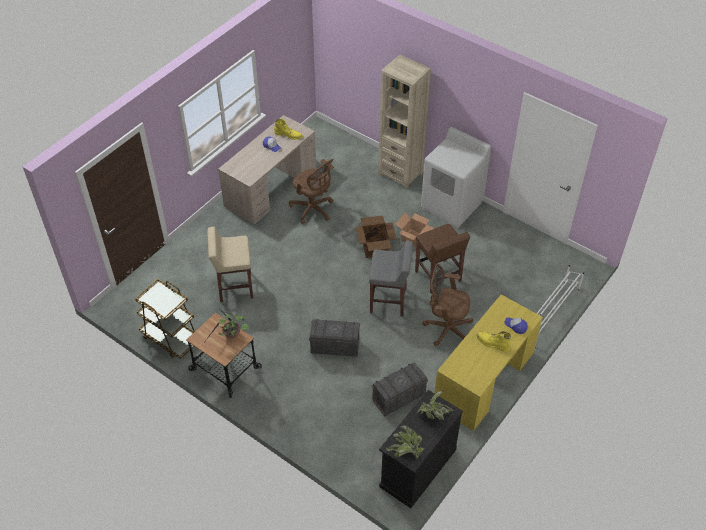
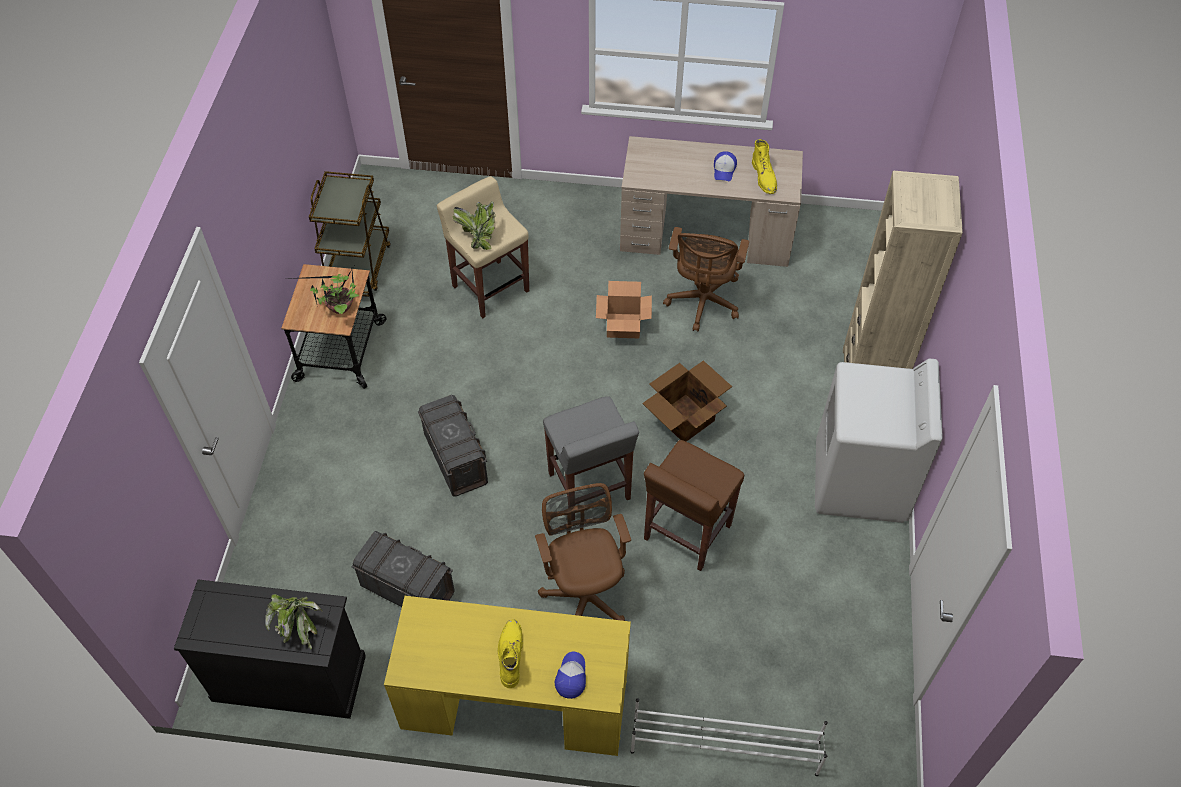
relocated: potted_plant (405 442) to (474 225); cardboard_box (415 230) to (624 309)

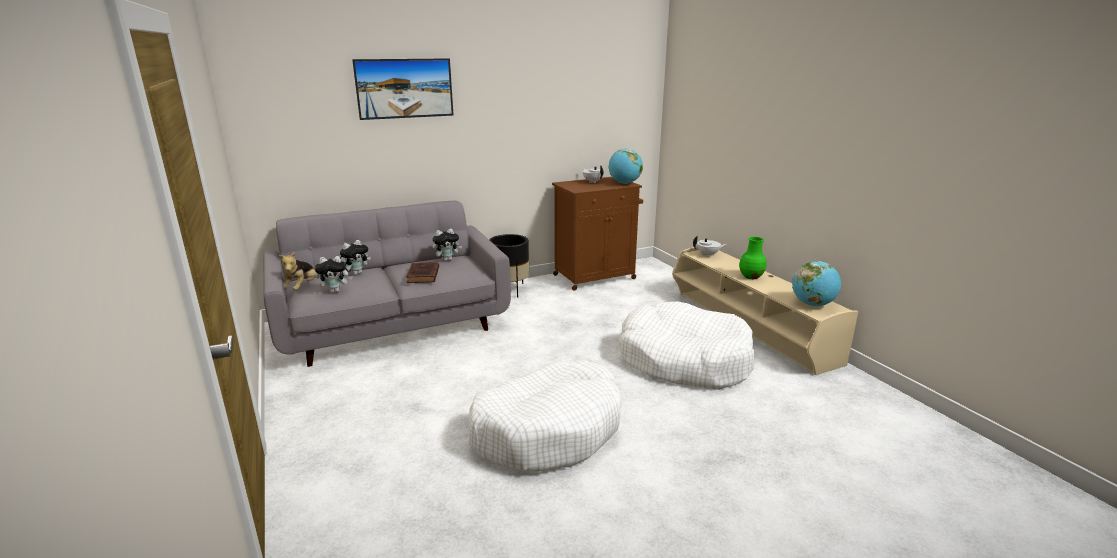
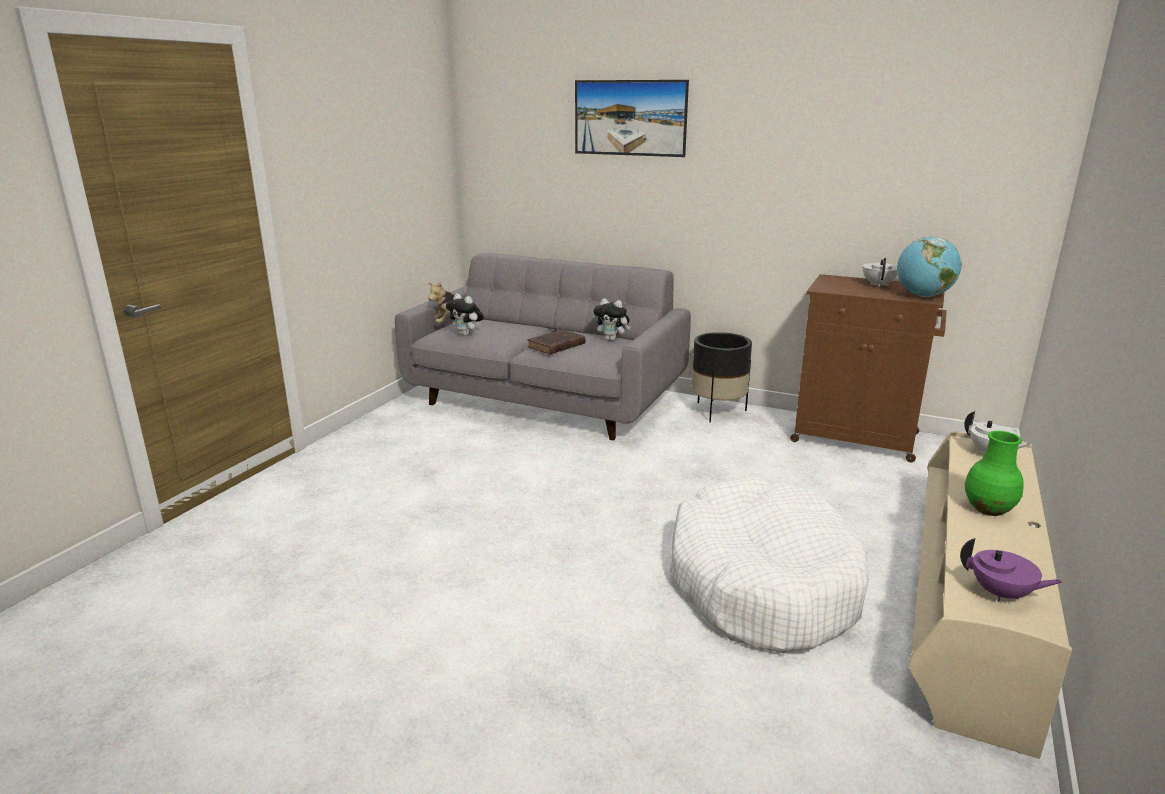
missing: plush_toy (355 257); white_dog_bed (545 416)
exchanged: globe (816 283) to purple_teapot (1011 570)

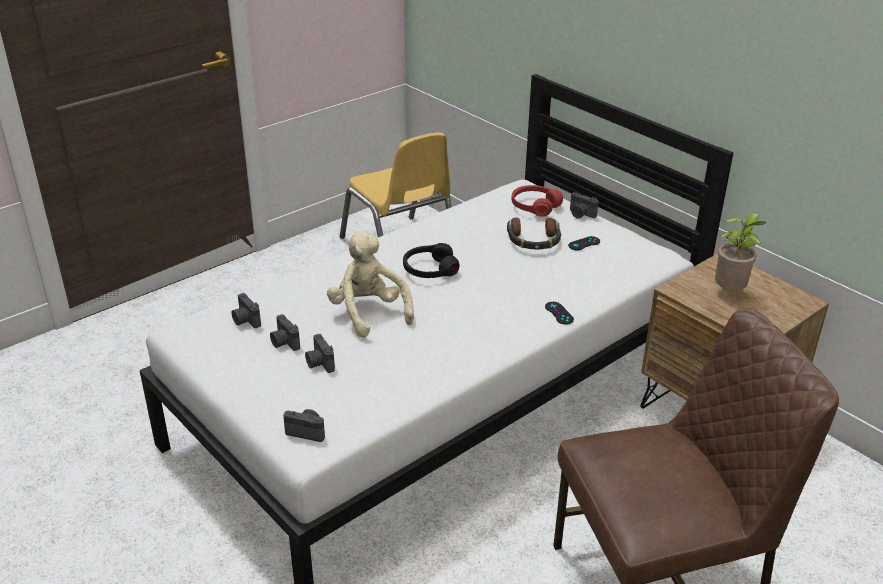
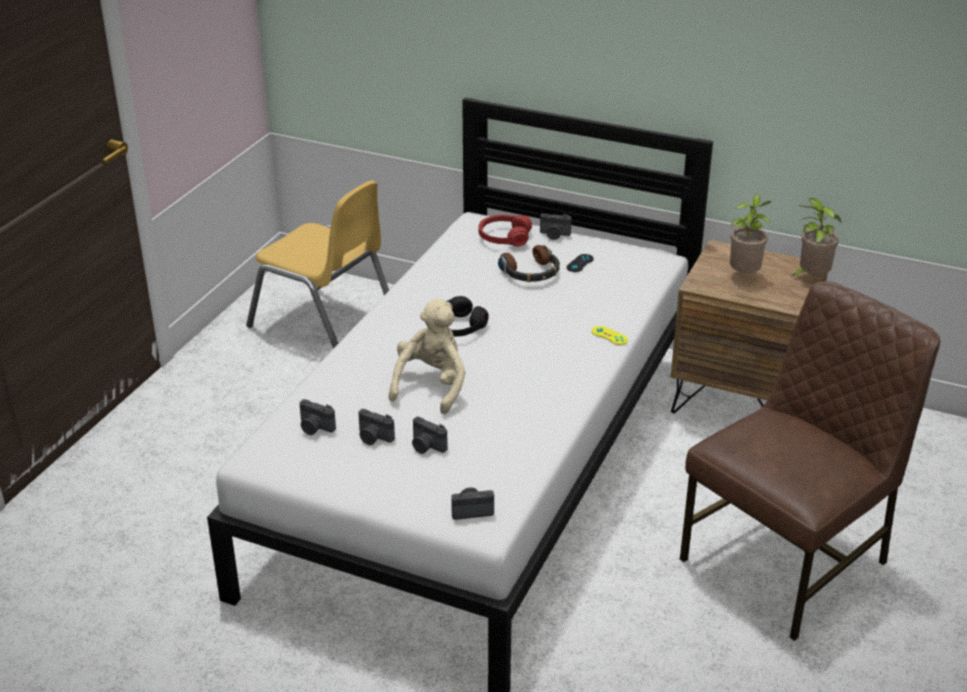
appeared: potted_plant (815 237)
colour: black_game_controller (559 313) to yellow_game_controller (610 335)
spun: beige_plush_toy (370 284) = (427 356) 75 degrees clockwise

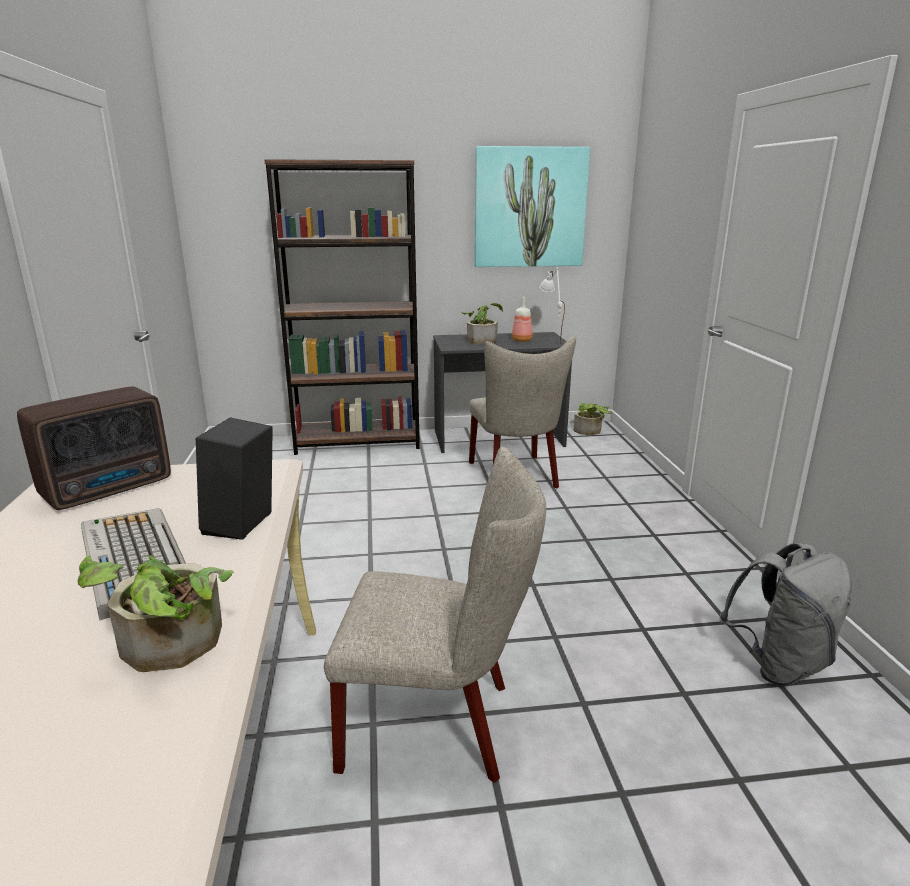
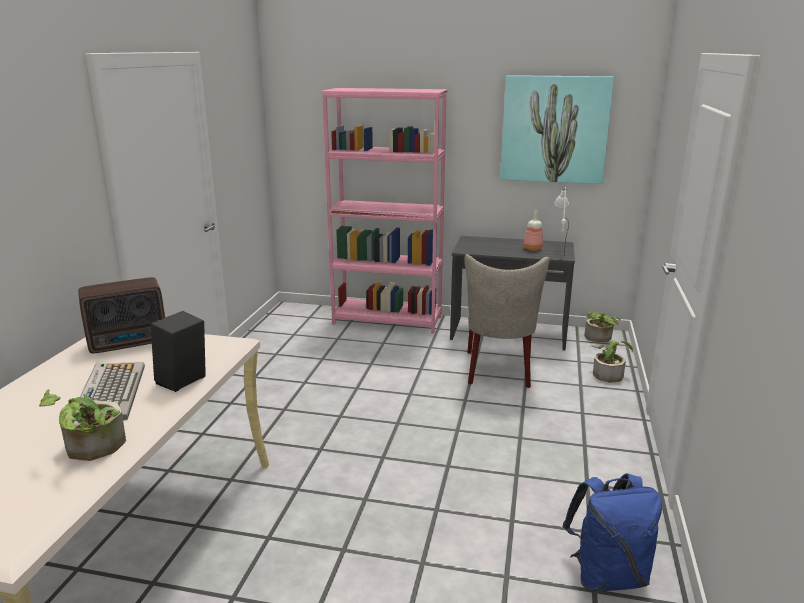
missing: beige_chair (435 614)
relocated: potted_plant (482 323) to (612 361)
colour: brown_bookcase (342 307) to pink_bookcase (384 210); grey_backpack (785 614) to blue_backpack (612 532)

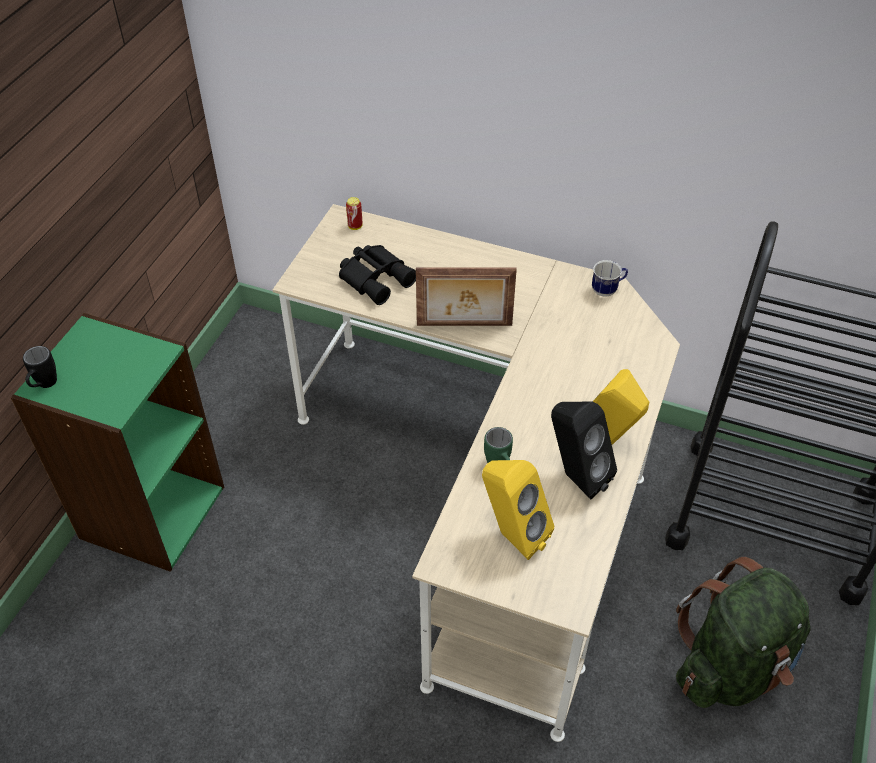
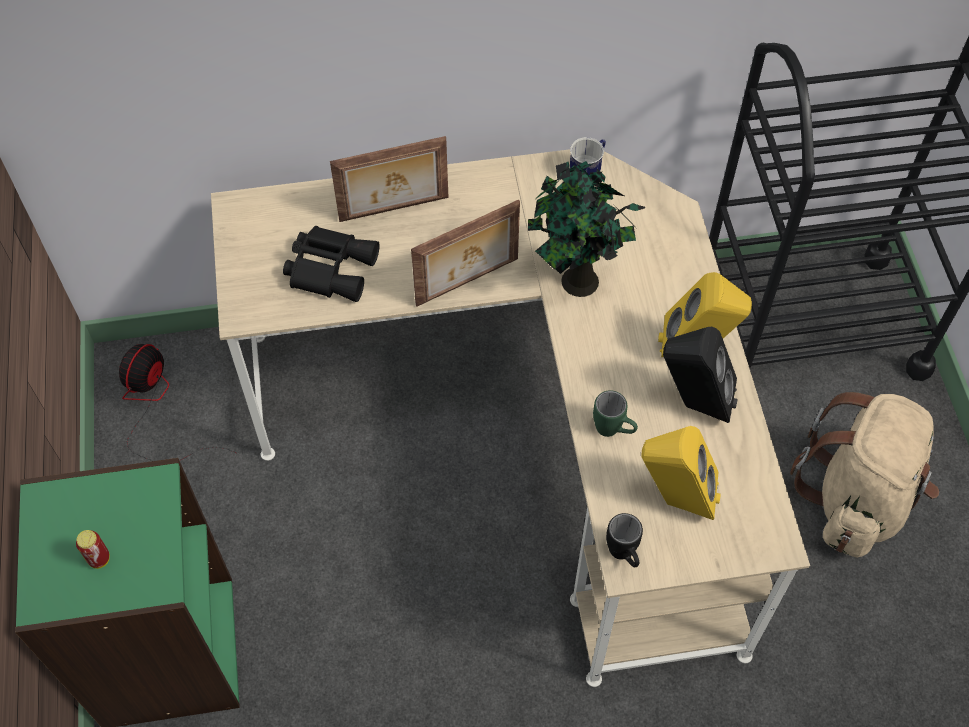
appeared: fan (177 402); picture_frame (389 179); potted_plant (586 229)
relocated: can (354 213) to (93 549); black_mug (40 367) to (624 540)
colour: green_backpack (743 632) to beige_backpack (864 474)

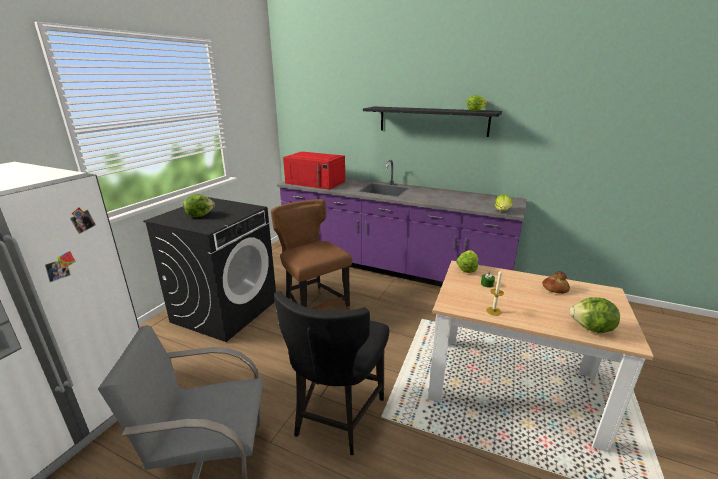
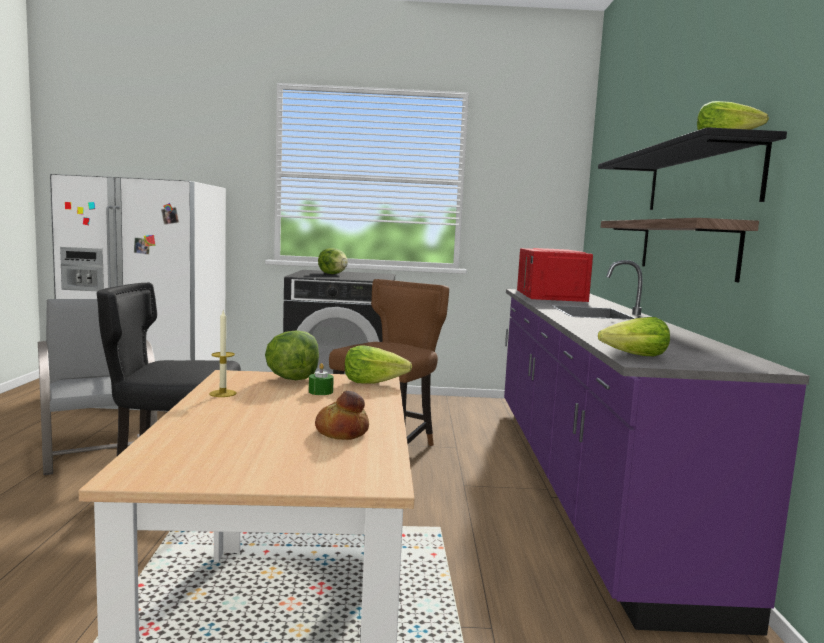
appeared: shelf (680 250)
relocated: lettuce (595 315) to (292 355)

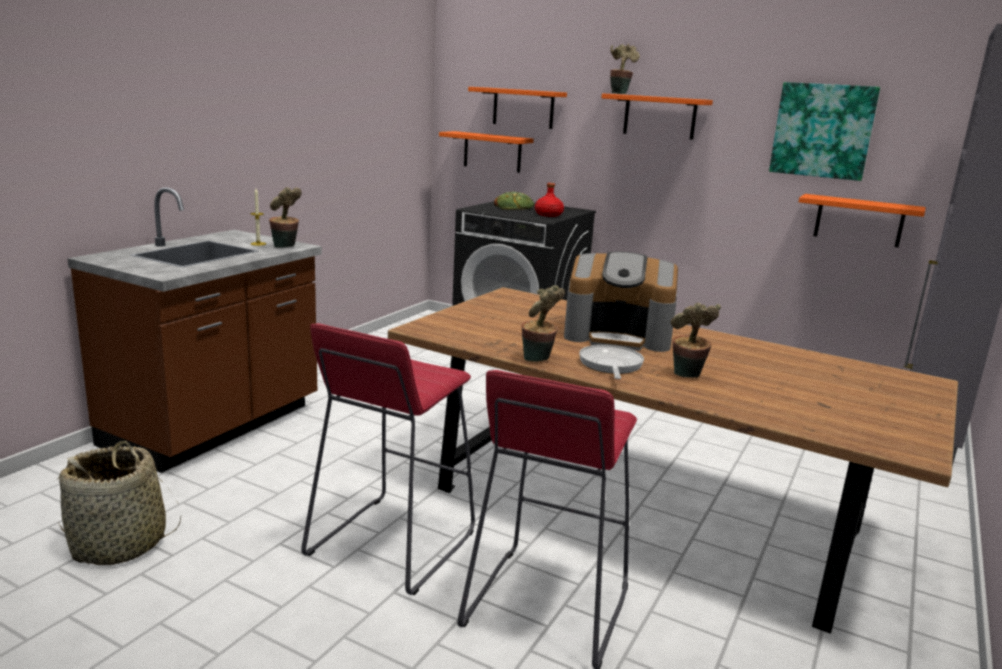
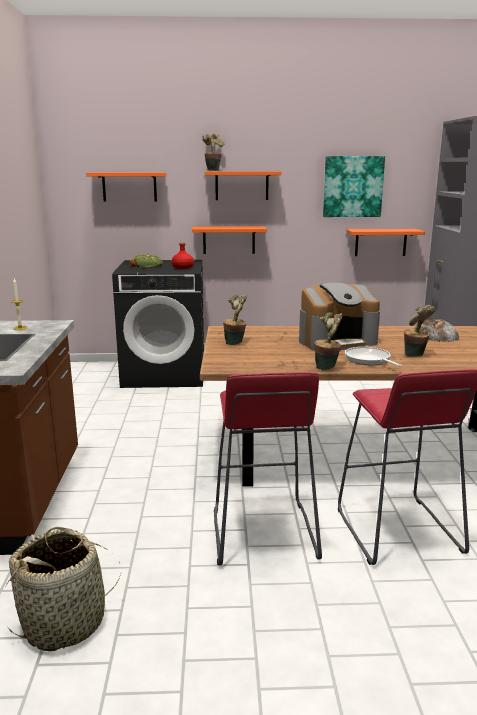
appeared: bread (436 330)
relocated: orange_shelf (486 152) to (229 240); potted_plant (285 217) to (235 320)

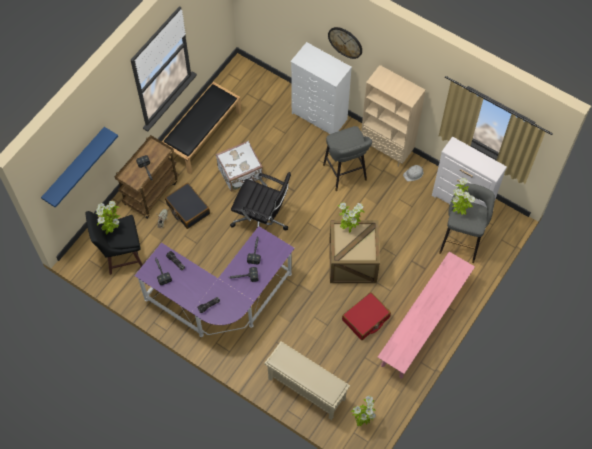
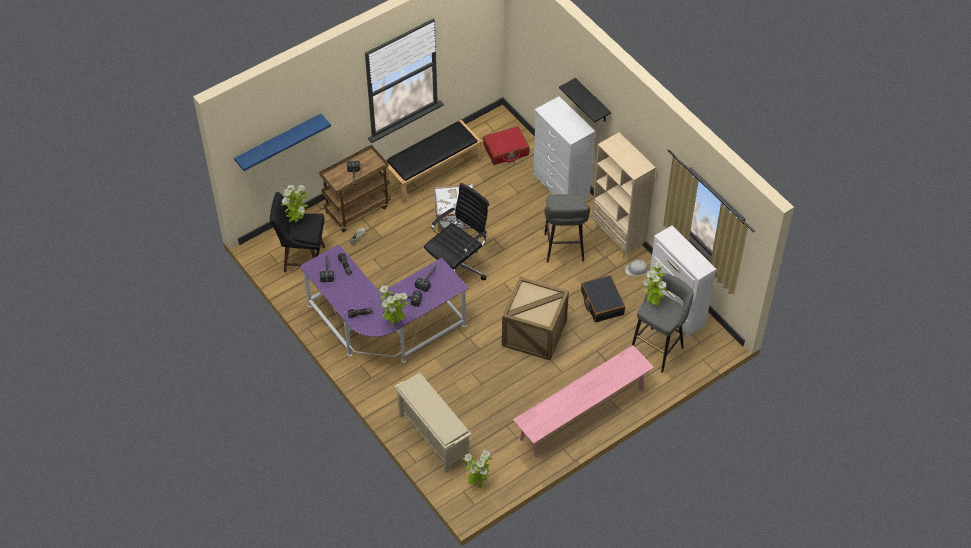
relocated: potted_plant (351 218) to (394 305); red_suitcase (366 316) to (506 145); black_suitcase (187 206) to (603 299)
exchanged: wall_clock (345 43) to black_shelf (585 100)
spun: black_office_chair (260 201) = (456 231) 90 degrees counterclockwise

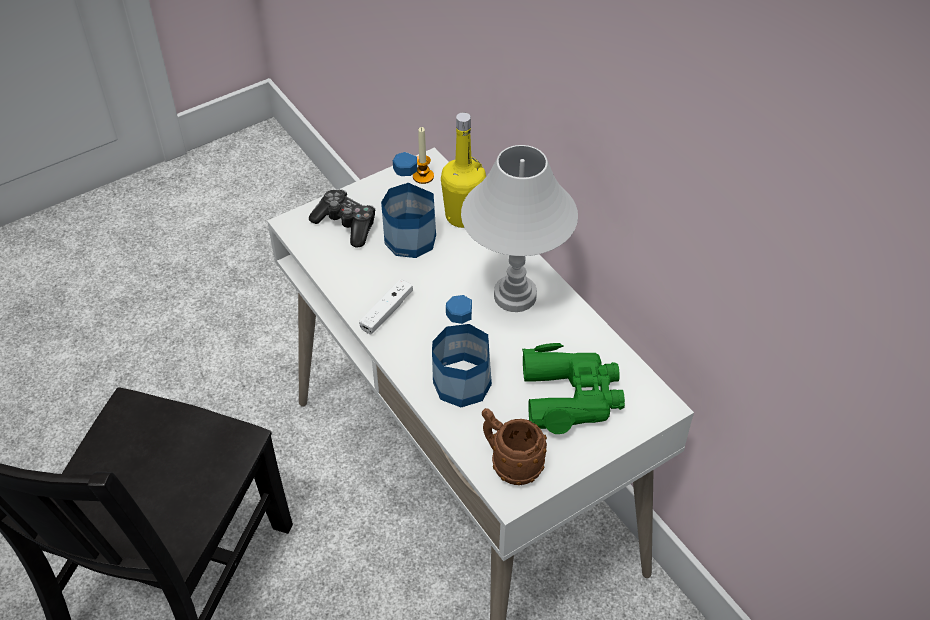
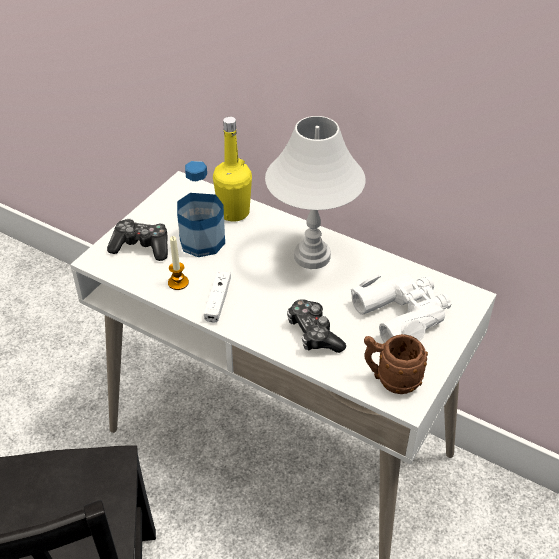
relocated: candle (423 155) to (178 263)
exchanged: bottle (462 351) to game_controller (316 326)
colour: green_binoculars (573 388) to white_binoculars (401 308)

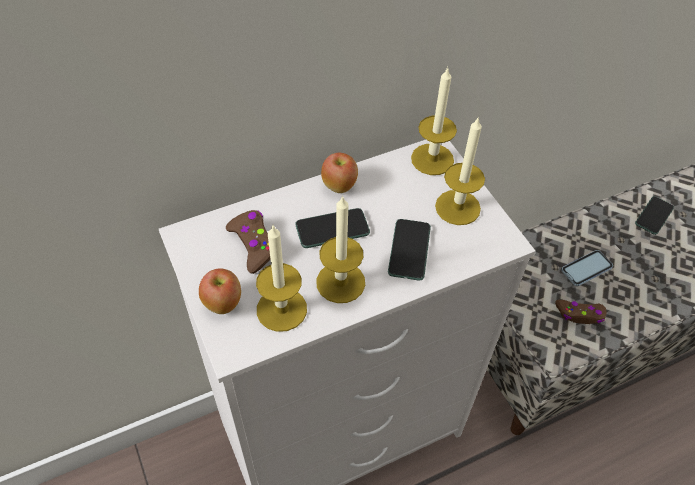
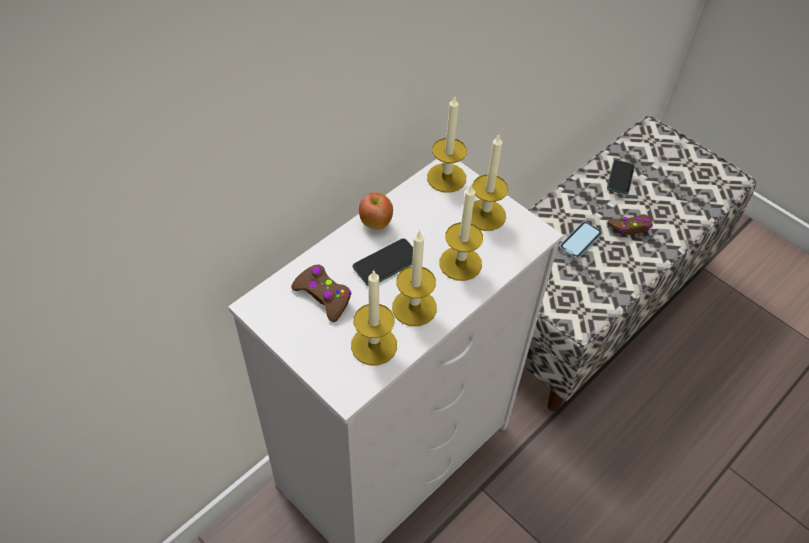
missing: apple (220 291)
relocated: brown_game_controller (581 312) to (630 224)
exchanged: phone (409 249) to candle (461 232)

